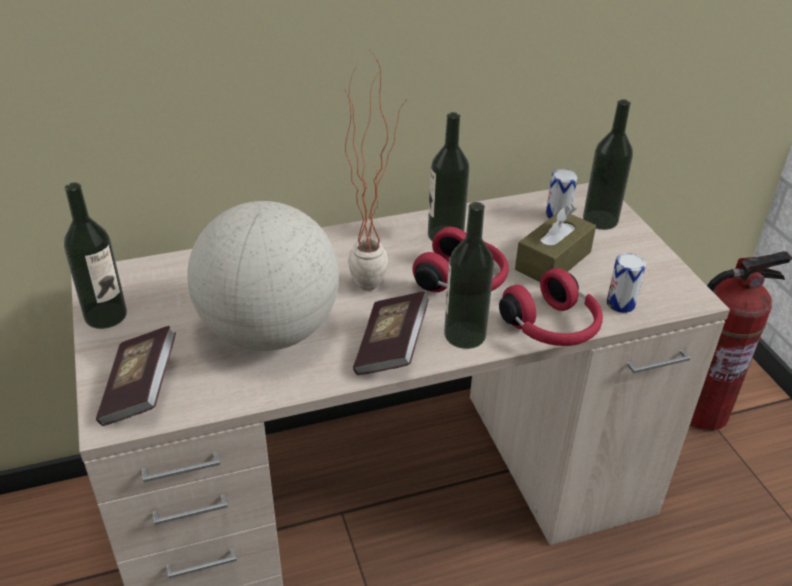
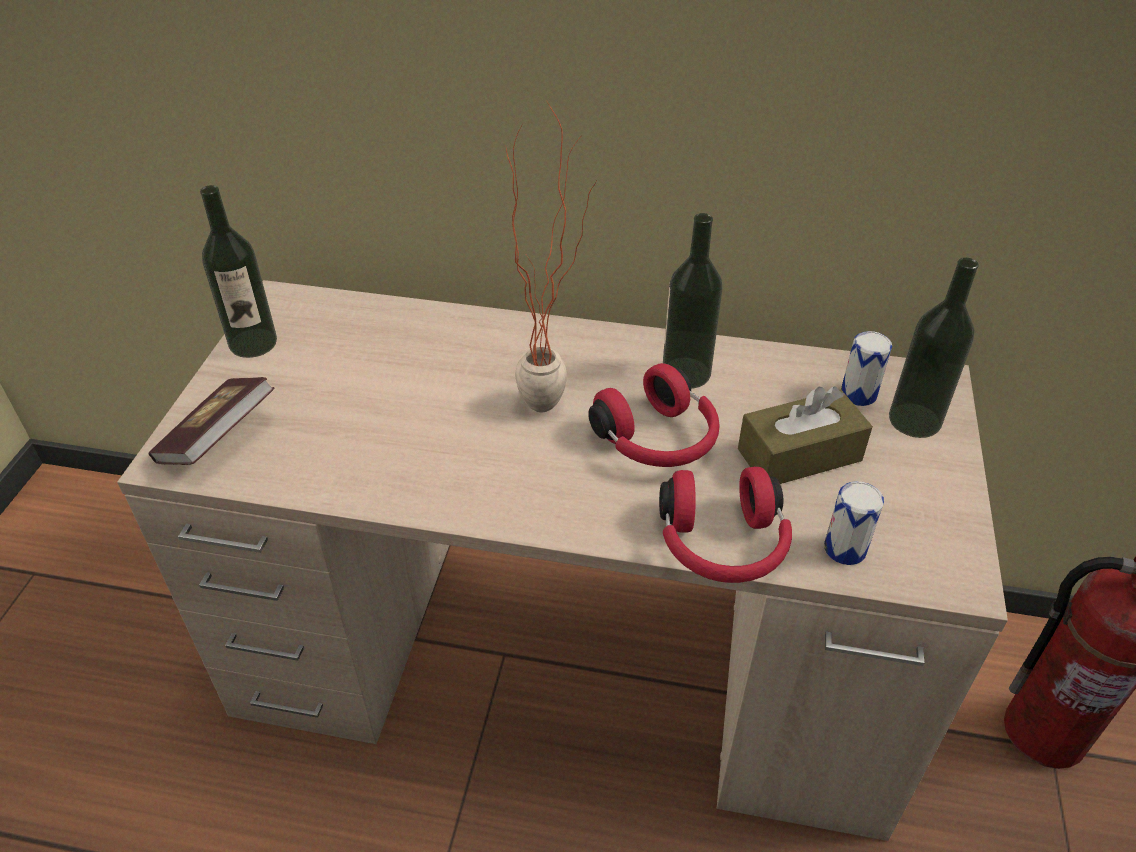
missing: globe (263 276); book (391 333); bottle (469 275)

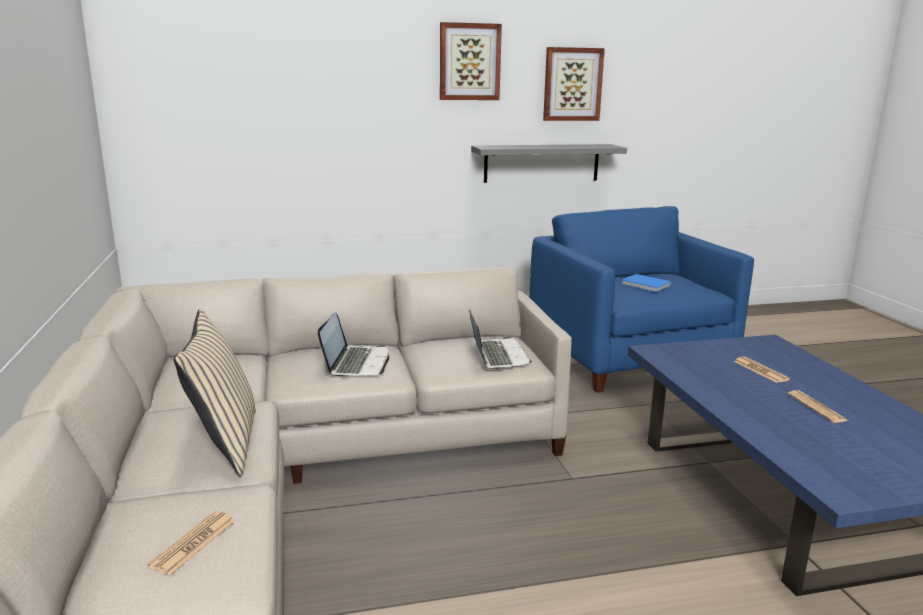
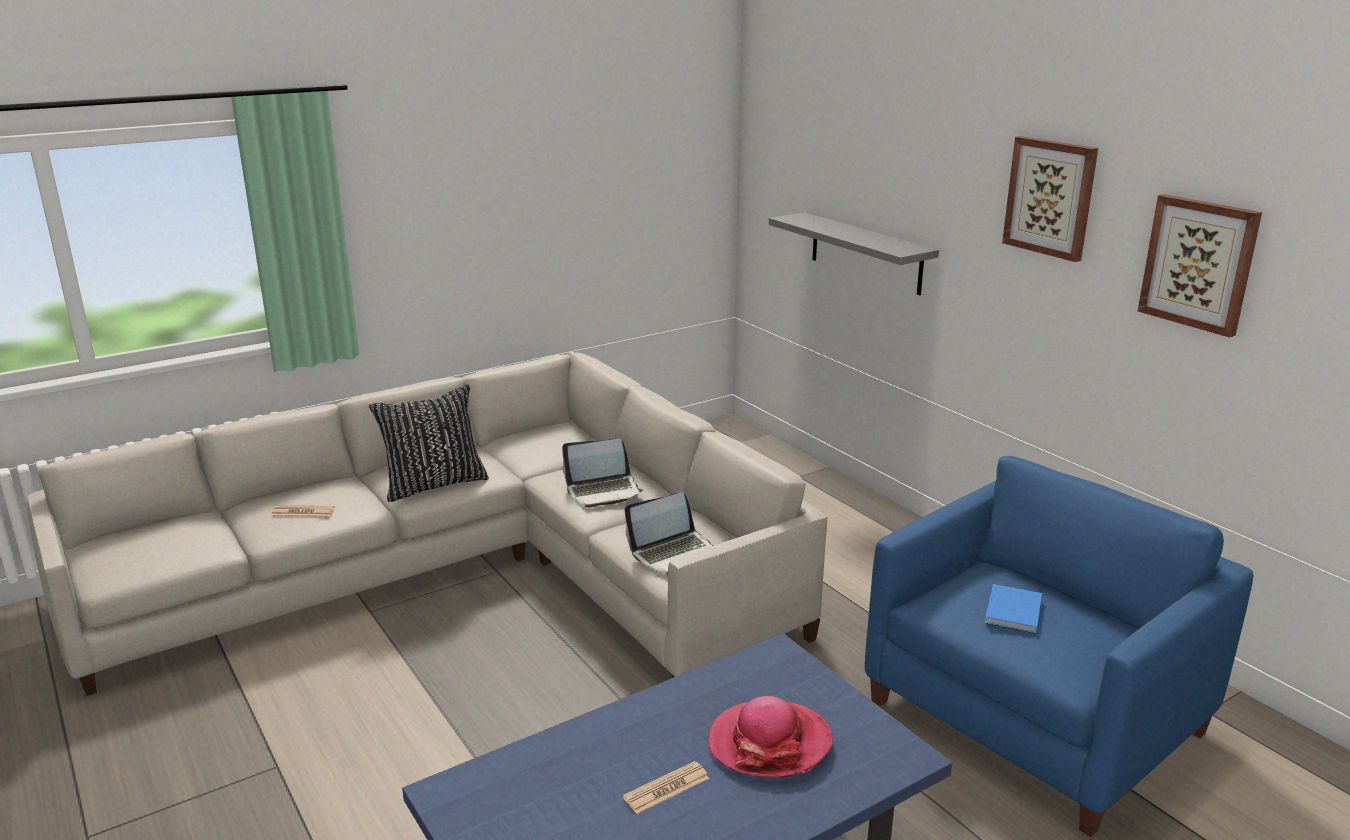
relocated: grey_shelf (549 163) to (854 253)
exchanged: newspaper (762 370) to hat (770 736)
colour: beige_pillow (215 392) to black_pillow (429 443)

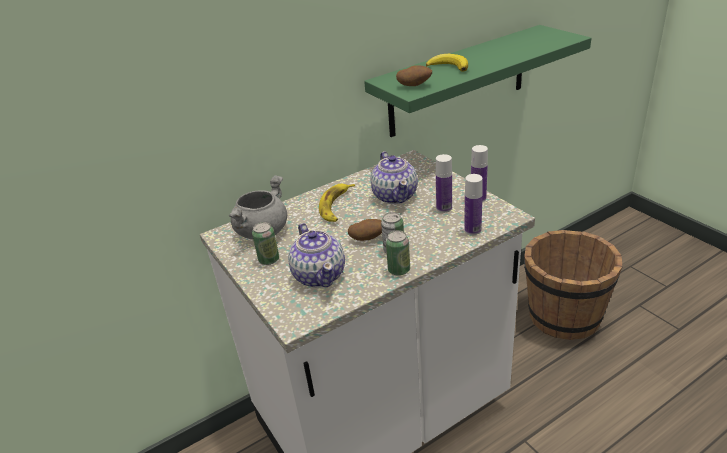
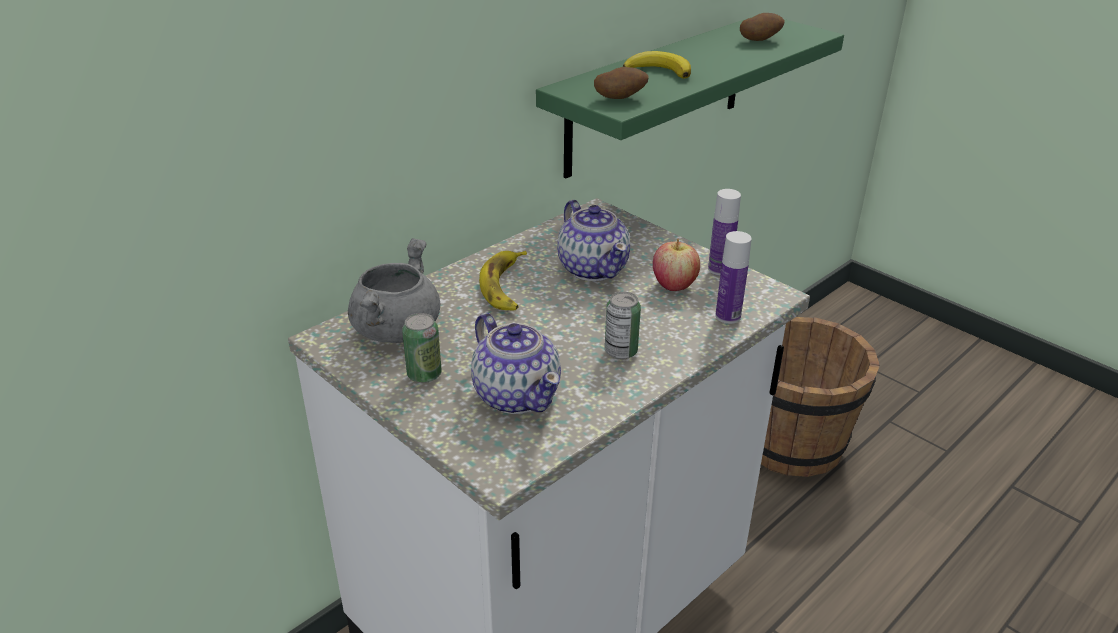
missing: can (398 253)
relocated: potato (365 230) to (762 27)
exchanged: bottle (444 183) to apple (676 265)

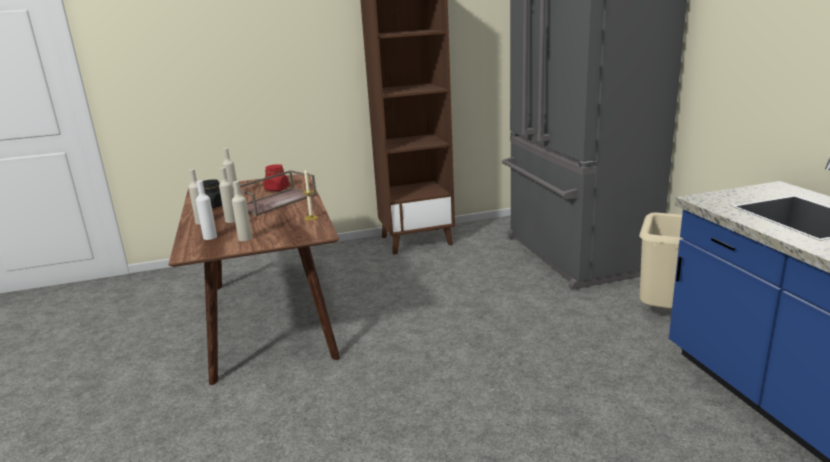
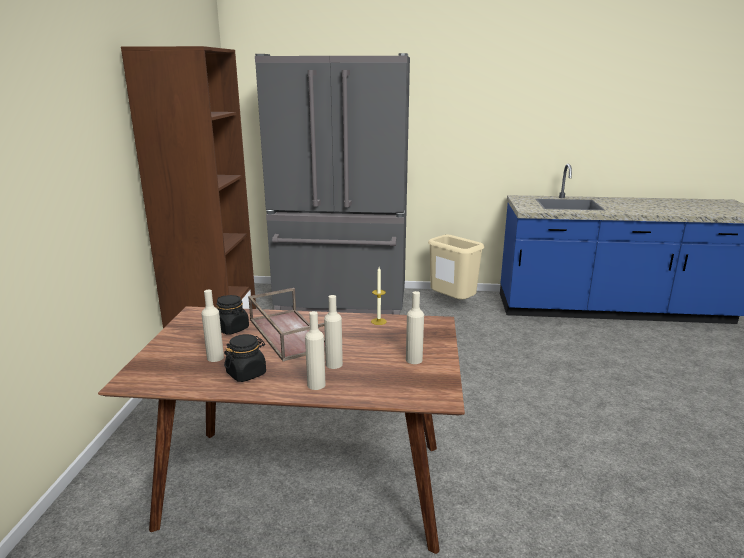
missing: white_bottle (206 210)
colour: red_jar (276 177) to black_jar (232 315)

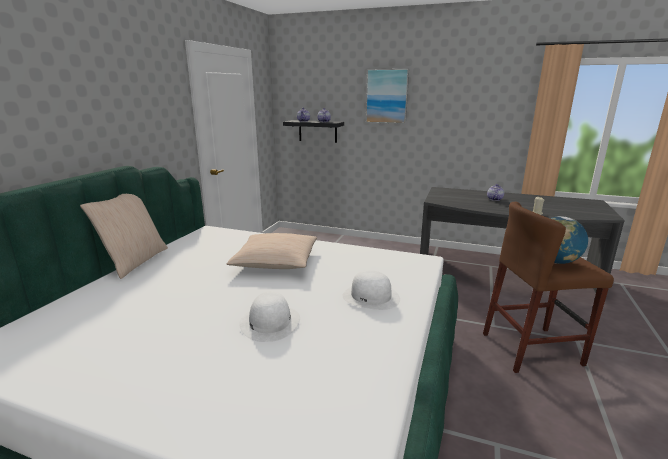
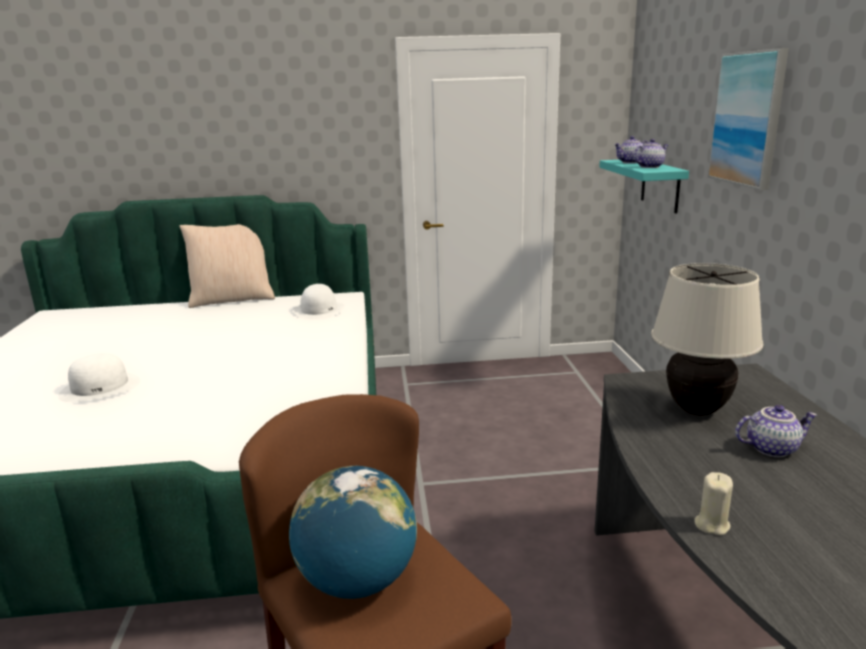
missing: beige_pillow (272 251)
appeared: beige_table_lamp (707 339)
relocated: white_hat (371 290) to (318 302)
colour: black_shelf (313 131) to turquoise_shelf (644 186)

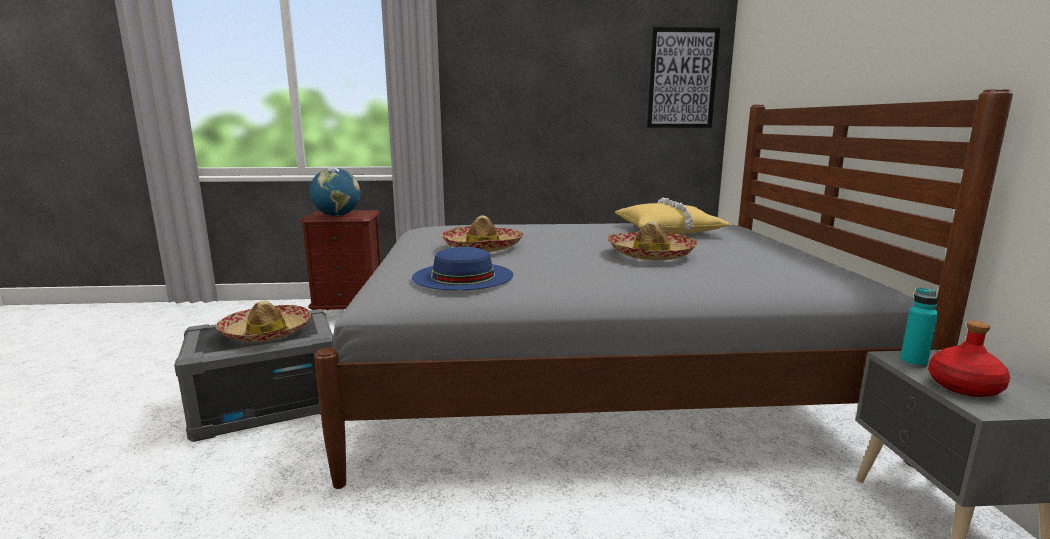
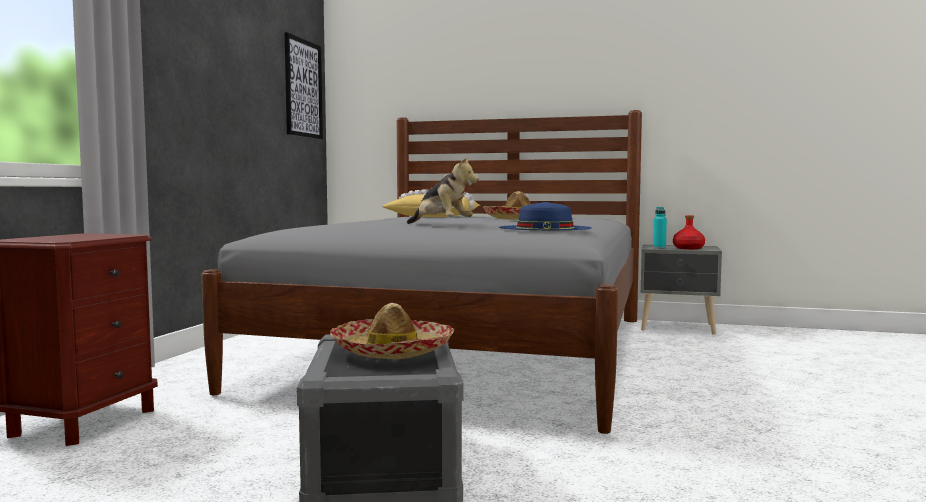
missing: globe (335 192)
exchanged: hat (482 233) to plush_toy (443 191)

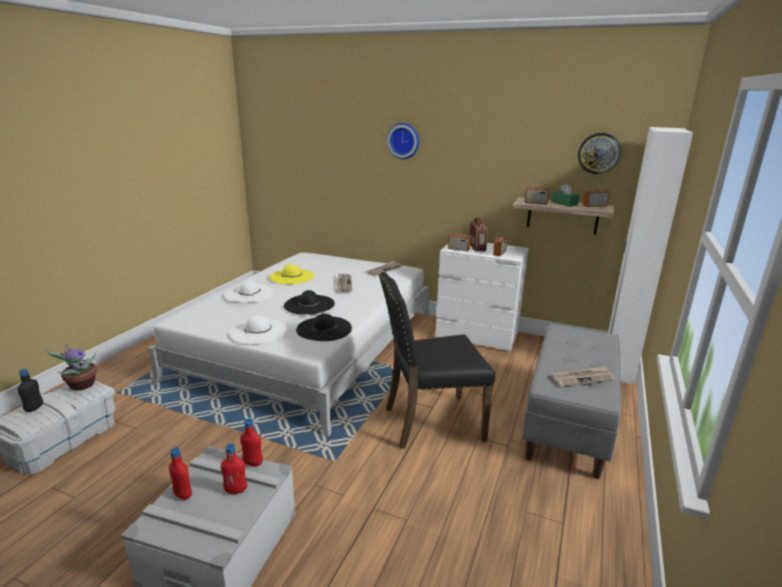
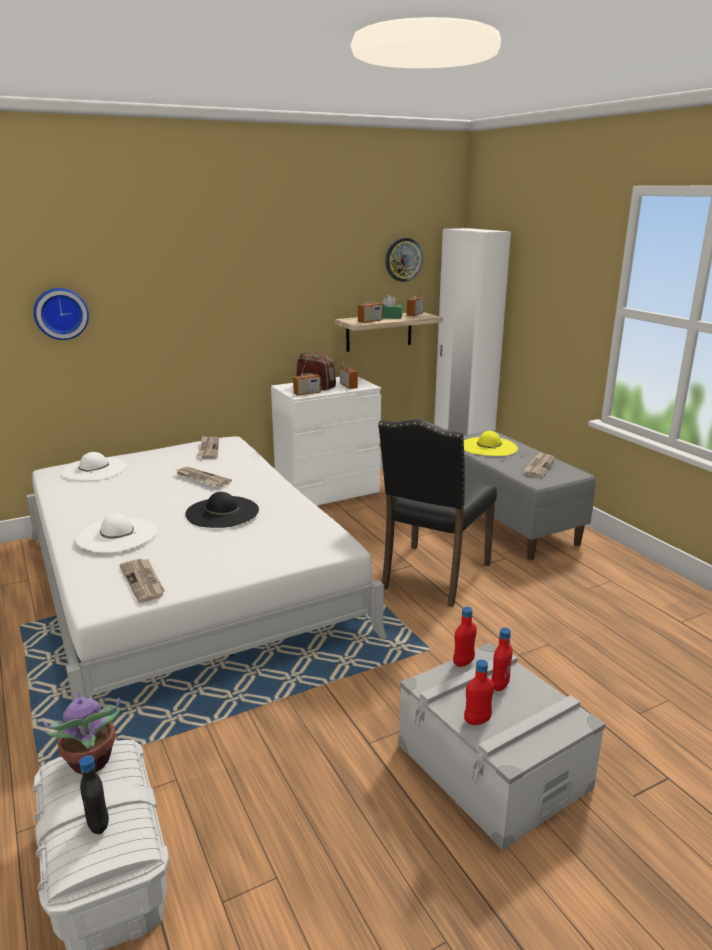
missing: black_hat (324 327)
appeared: newspaper (142 581)
relocated: wall_clock (403 141) to (61 314); white_hat (258 330) to (94 466); yellow_hat (291 274) to (491 443)

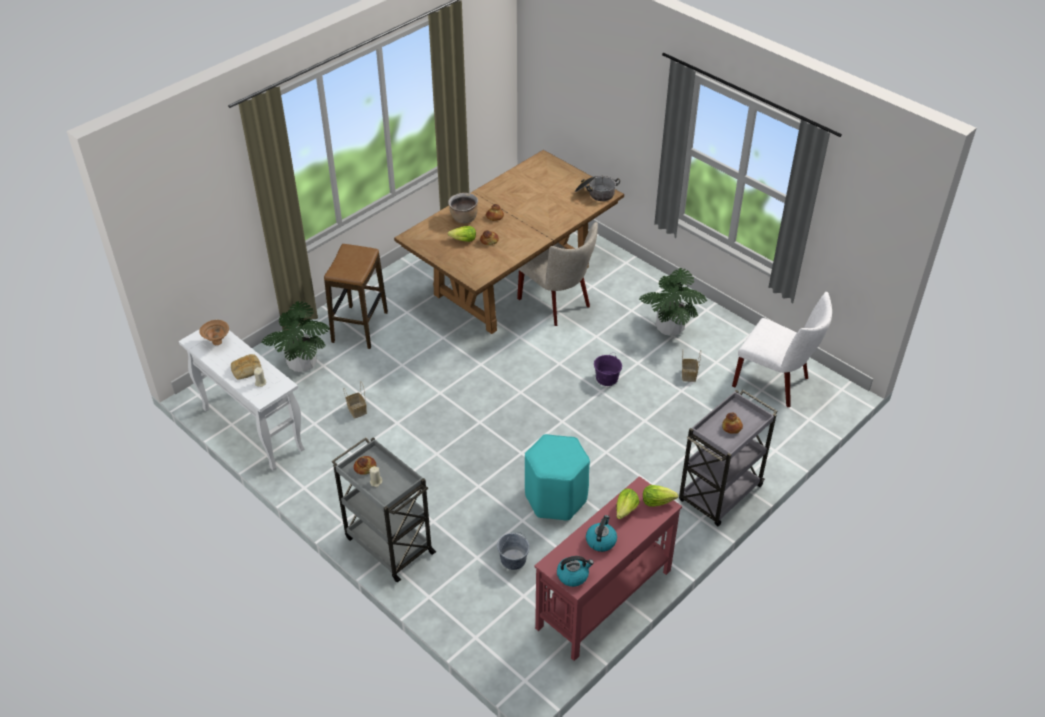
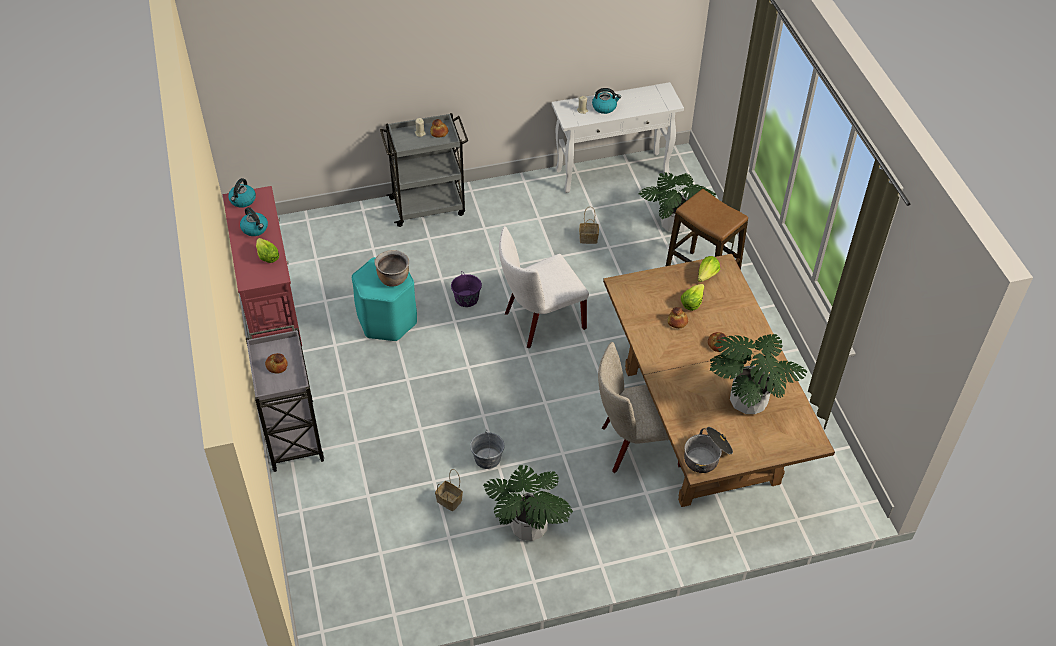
missing: brown_bowl (214 332)
appeared: potted_plant (758 374)
relocated: brown_cooking_pot (463 208) to (391 268); purple_bucket (608 369) to (466 289); grey_bucket (513 551) to (487 449); white_chair (782 349) to (544 287); lettuce (660 496) to (709 269)
exchanged: bread (246 367) to kettle (606 101)

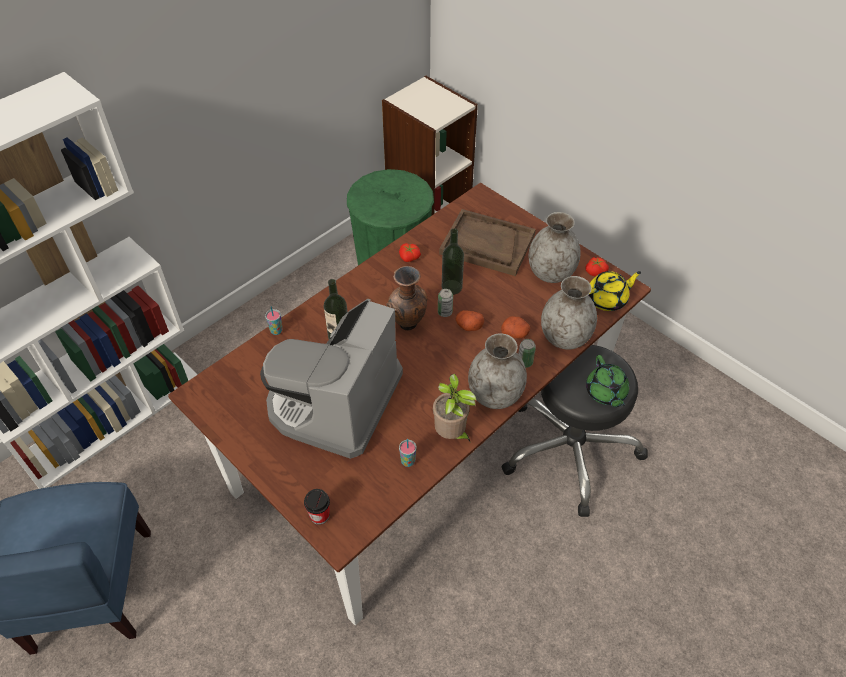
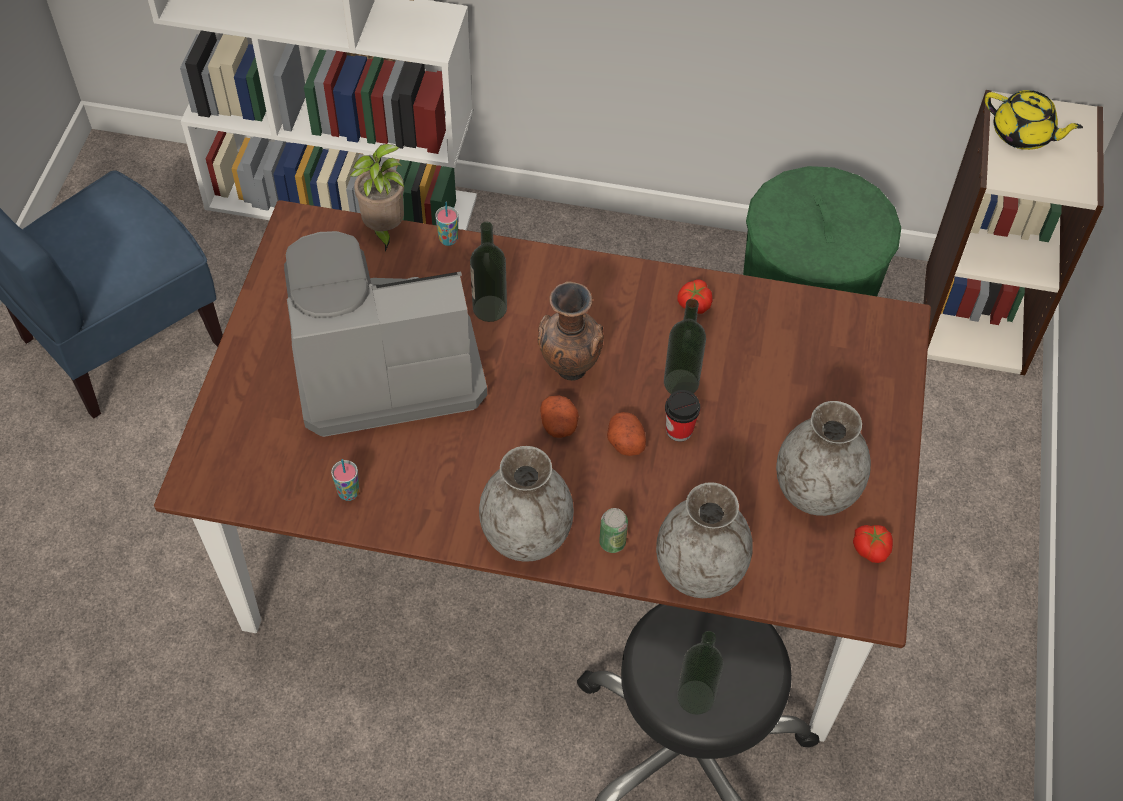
missing: can (445 303); brown_tray (487 242)
relocated: potted_plant (454 408) to (377 197); potato (515 327) to (559 416); cup (317 507) to (682 415); yellow_teapot (615 291) to (1034 120)
exchanged: green_teapot (607 381) to bottle (700 673)

